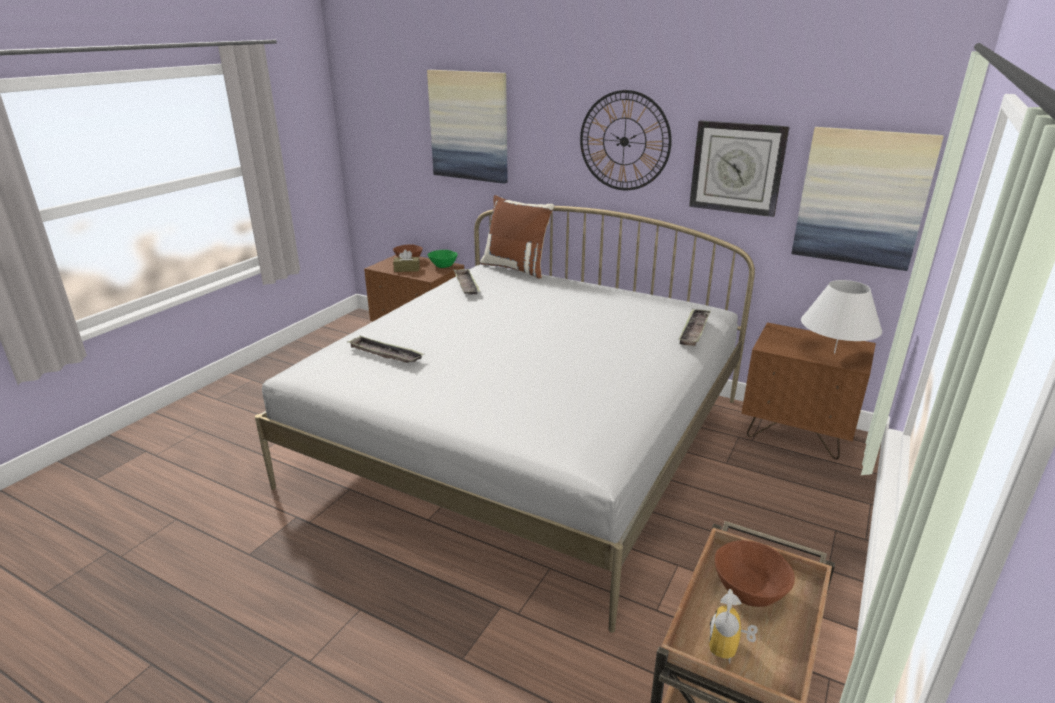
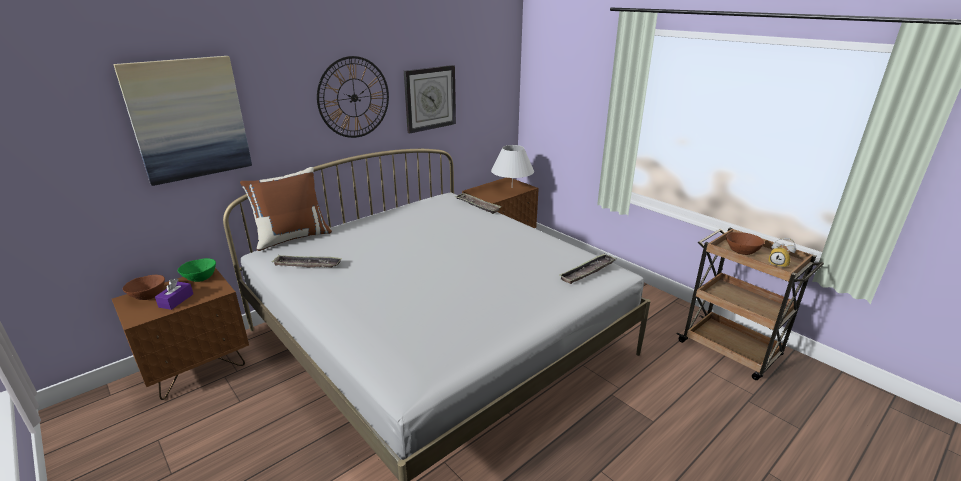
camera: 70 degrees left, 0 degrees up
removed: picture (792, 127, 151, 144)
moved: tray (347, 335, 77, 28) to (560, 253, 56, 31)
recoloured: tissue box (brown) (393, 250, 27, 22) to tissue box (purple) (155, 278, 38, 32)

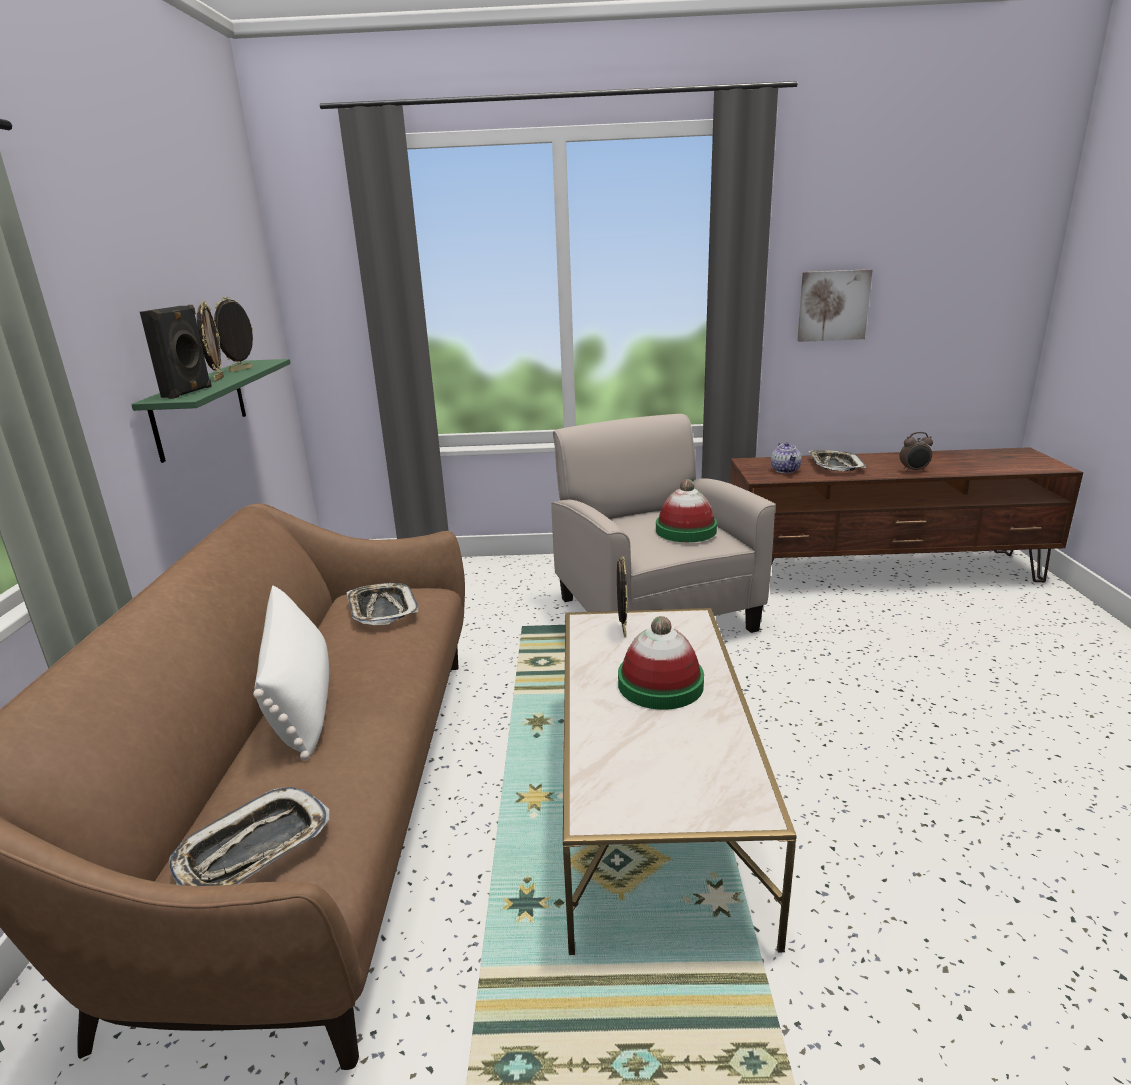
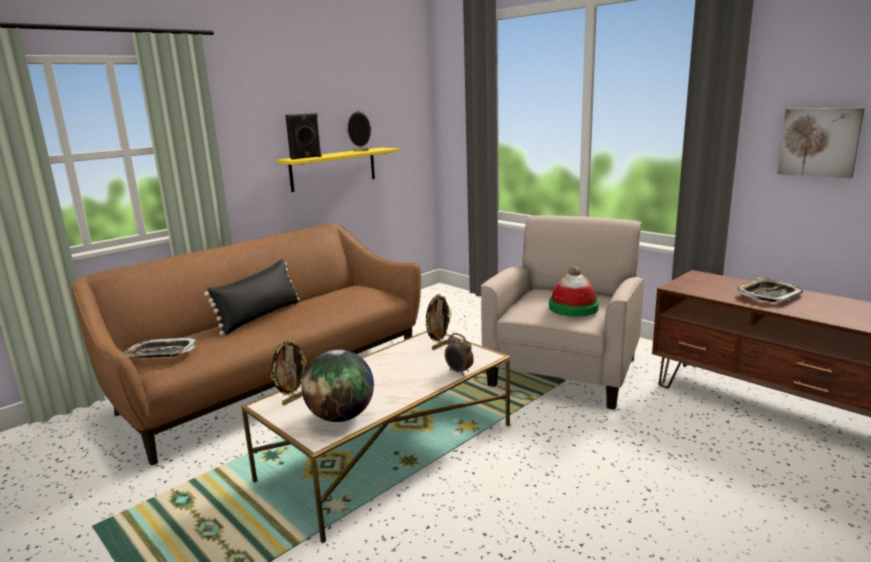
camera: 45 degrees right, 5 degrees down
removed: tray (346, 583, 72, 42); hat (618, 616, 86, 94); teapot (771, 442, 31, 31)
added: globe (301, 349, 73, 73)
moved: picture frame (197, 301, 27, 81) to (271, 339, 36, 67); alarm clock (900, 432, 33, 40) to (445, 333, 29, 43)
recoloured: shelf (green) (131, 359, 160, 104) to shelf (yellow) (277, 147, 122, 45); pillow (white) (253, 586, 76, 174) to pillow (black) (204, 259, 96, 77)

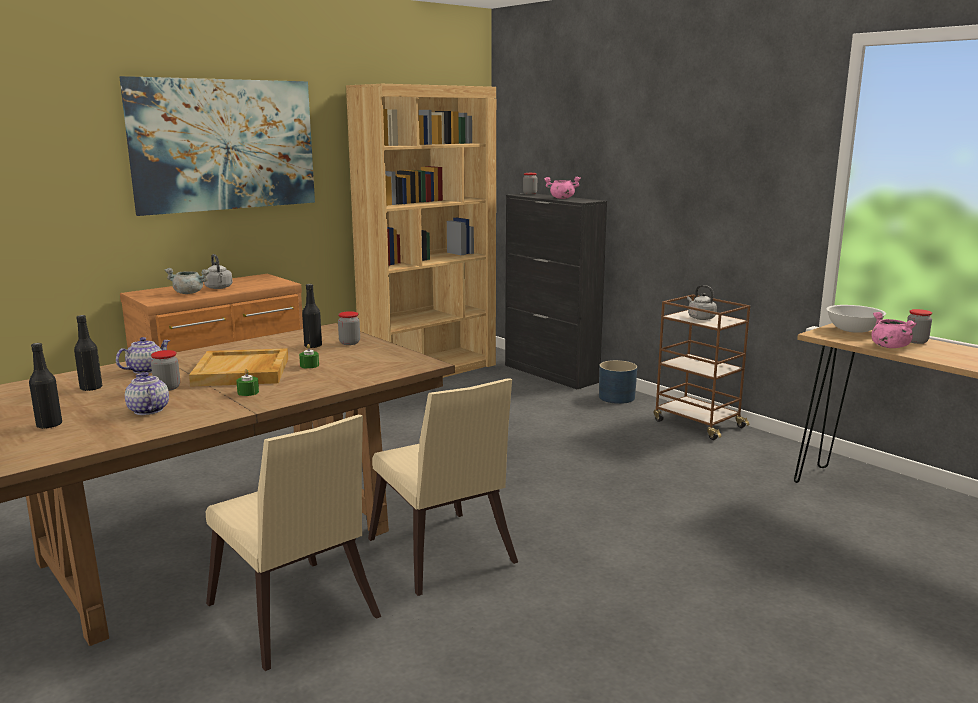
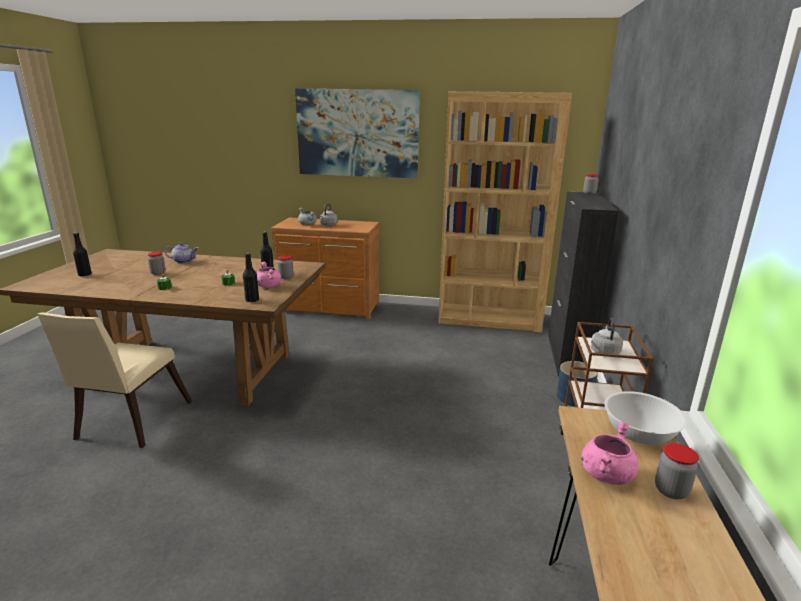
camera: 50 degrees right, 5 degrees up
removed: teapot (125, 372, 44, 43); tray (beige) (189, 348, 99, 39); chair (beige) (368, 378, 150, 218)
moved: bottle (black) (74, 315, 28, 76) to (243, 253, 16, 49); cooking pot (pink) (544, 177, 37, 22) to (257, 262, 24, 26)

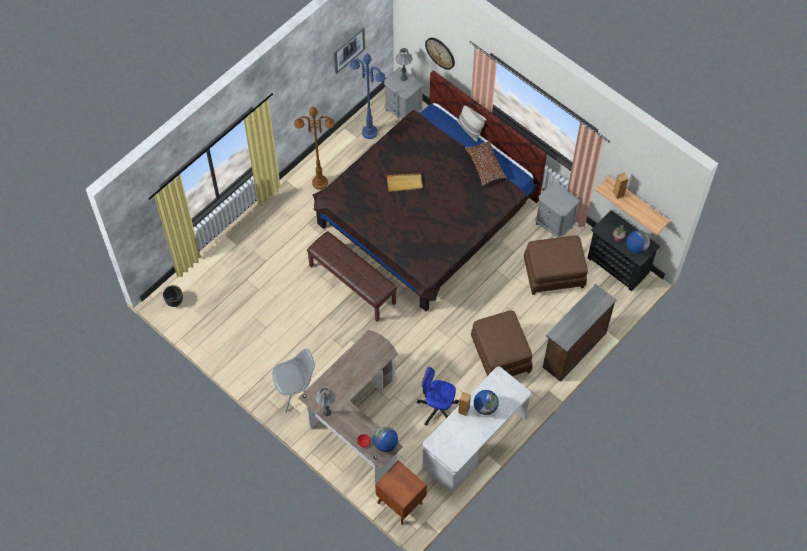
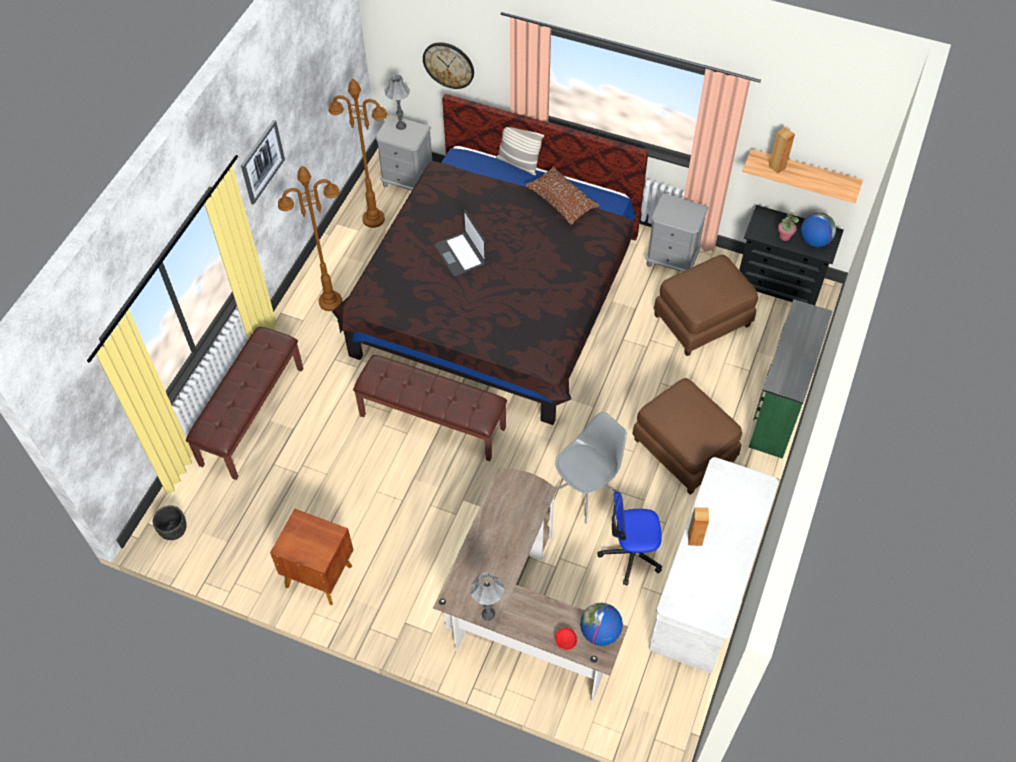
camera: 20 degrees left, 5 degrees down
removed: globe (474, 390, 25, 25)
added: bench (brown) (186, 327, 117, 153)
moved: chair (grey) (272, 349, 43, 63) to (555, 412, 72, 111); picture (334, 27, 31, 47) to (241, 120, 44, 85); nightstand (brown) (375, 460, 52, 65) to (270, 509, 83, 96)
replaced: tray (beige) (387, 173, 36, 19) to laptop (434, 210, 53, 67)
recoloured: floor lamp (blue) (350, 54, 36, 85) to floor lamp (brown) (328, 79, 59, 149); dresser (brown) (543, 284, 73, 98) to dresser (green) (749, 299, 84, 160)

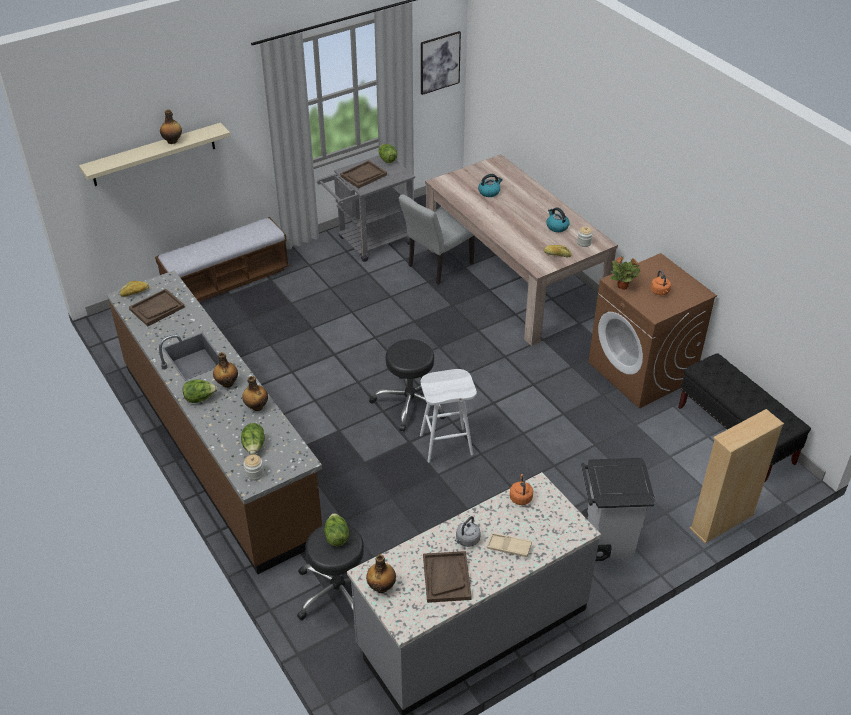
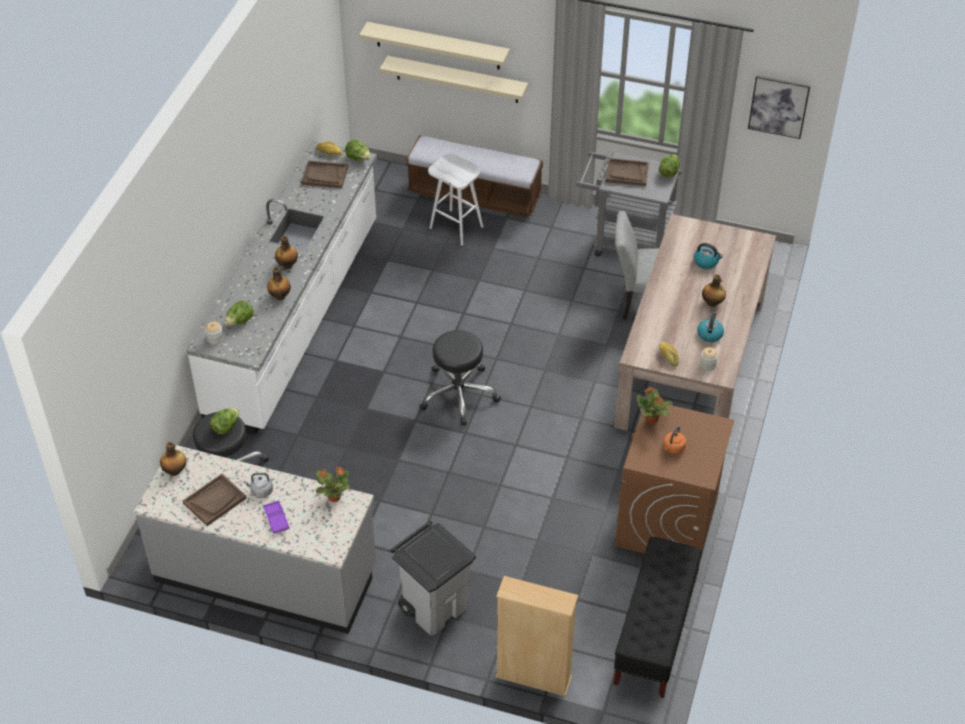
camera: 50 degrees right, 5 degrees up
added: shelf (beige) (380, 56, 148, 47)
moved: bottle (160, 109, 22, 35) to (702, 274, 24, 33); lettuce (183, 379, 35, 24) to (345, 139, 26, 22); stool (white) (420, 369, 57, 94) to (428, 154, 55, 91)
replaced: kettle (orange) (510, 474, 23, 31) to potted plant (316, 467, 34, 35)
recoloured: counter (brown) (107, 270, 215, 304) to counter (white) (186, 141, 191, 294); tray (beige) (487, 533, 45, 24) to tray (purple) (263, 500, 27, 34)

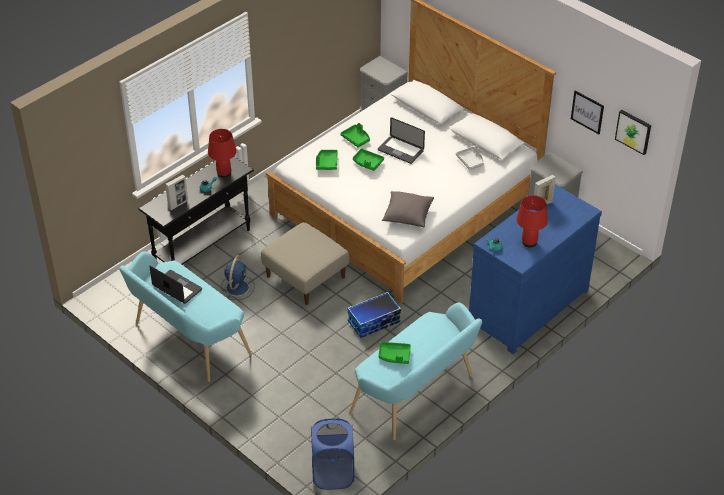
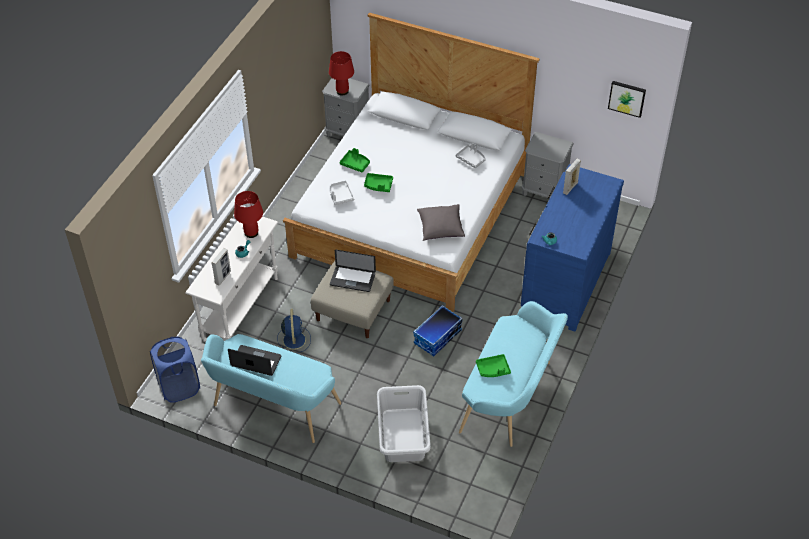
camera: 20 degrees left, 5 degrees up
removed: picture (571, 91, 33, 43)
added: laundry basket (grey) (377, 385, 54, 77)
moved: laundry basket (blue) (311, 418, 43, 72) to (150, 337, 50, 66); laptop (378, 117, 47, 47) to (330, 250, 46, 42); table lamp (red) (516, 195, 32, 52) to (329, 51, 25, 44)
recoloured: console table (black) (138, 157, 116, 108) to console table (white) (185, 216, 93, 124); tray (green) (316, 150, 22, 20) to tray (white) (330, 180, 24, 25)

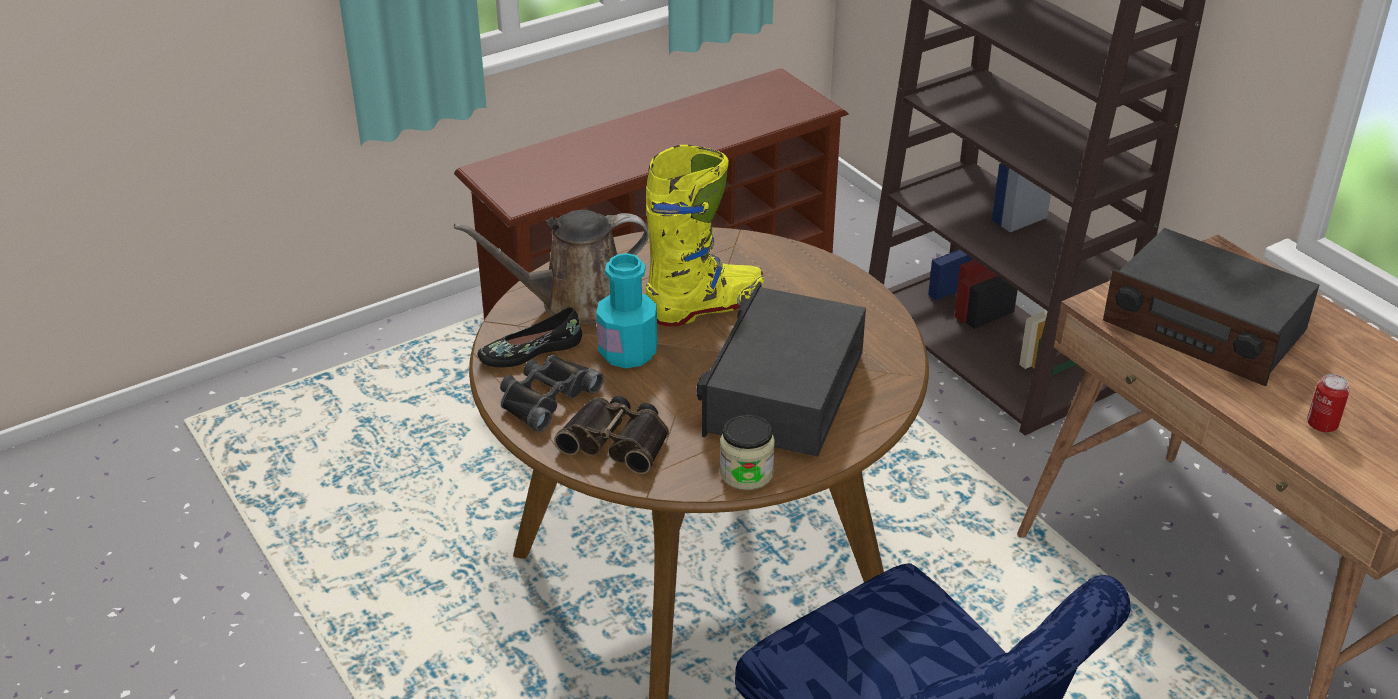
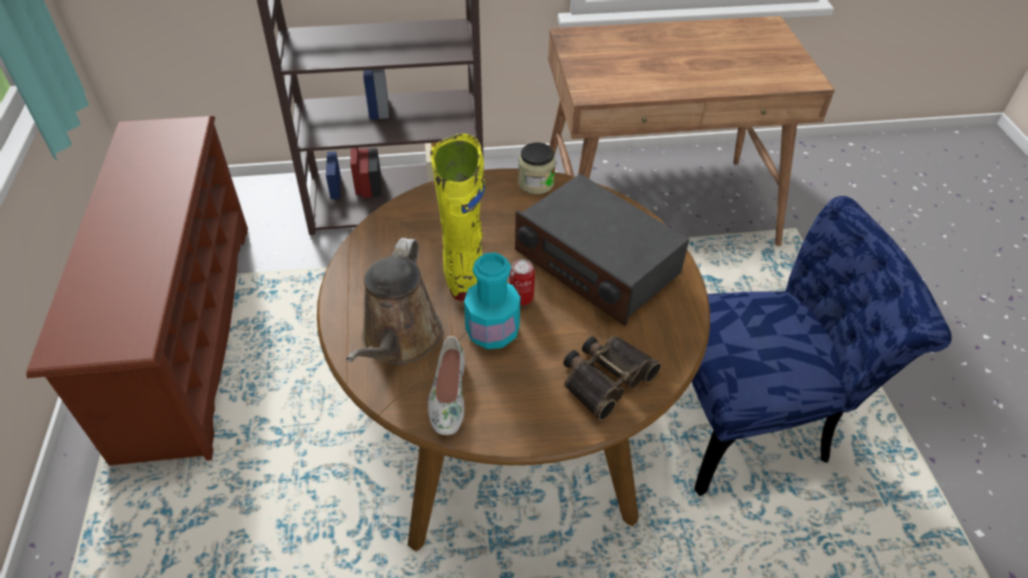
camera: 65 degrees left, 10 degrees up
removed: binoculars (black) (500, 355, 104, 77); radio (1103, 228, 216, 158)
moved: jar (720, 415, 55, 75) to (518, 143, 38, 51); can (1307, 374, 42, 58) to (509, 259, 26, 46)
recoloured: shoe (black) (478, 307, 104, 60) to shoe (white) (428, 336, 37, 99)

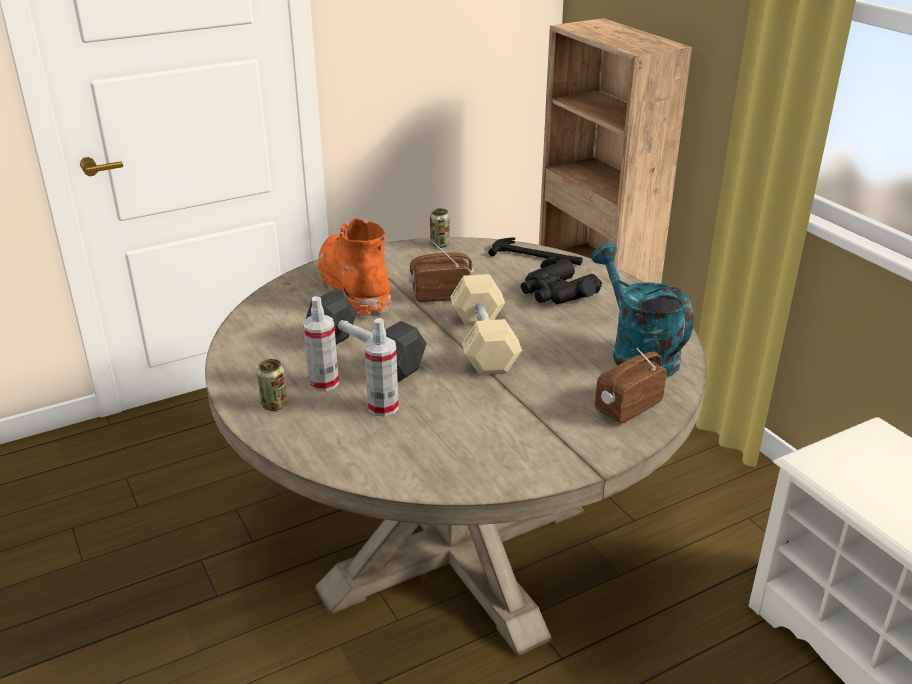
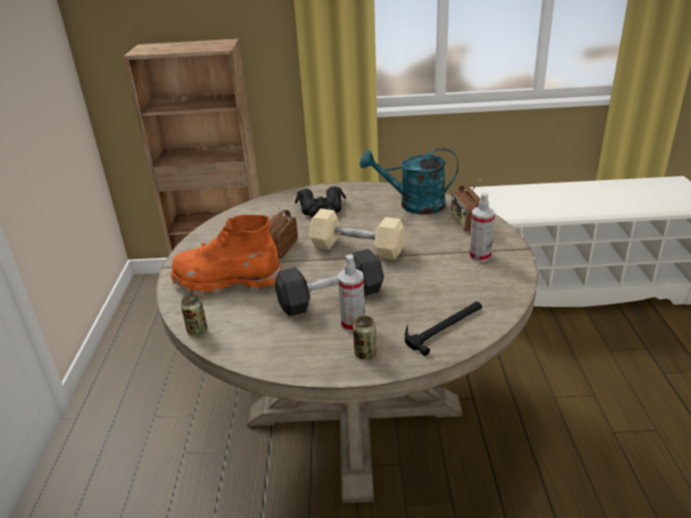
camera: 60 degrees left, 0 degrees up
moved: spray bottle (364, 318, 35, 99) to (469, 193, 26, 69); can (430, 208, 20, 40) to (181, 295, 26, 41); hammer (488, 237, 95, 28) to (405, 301, 77, 55)

